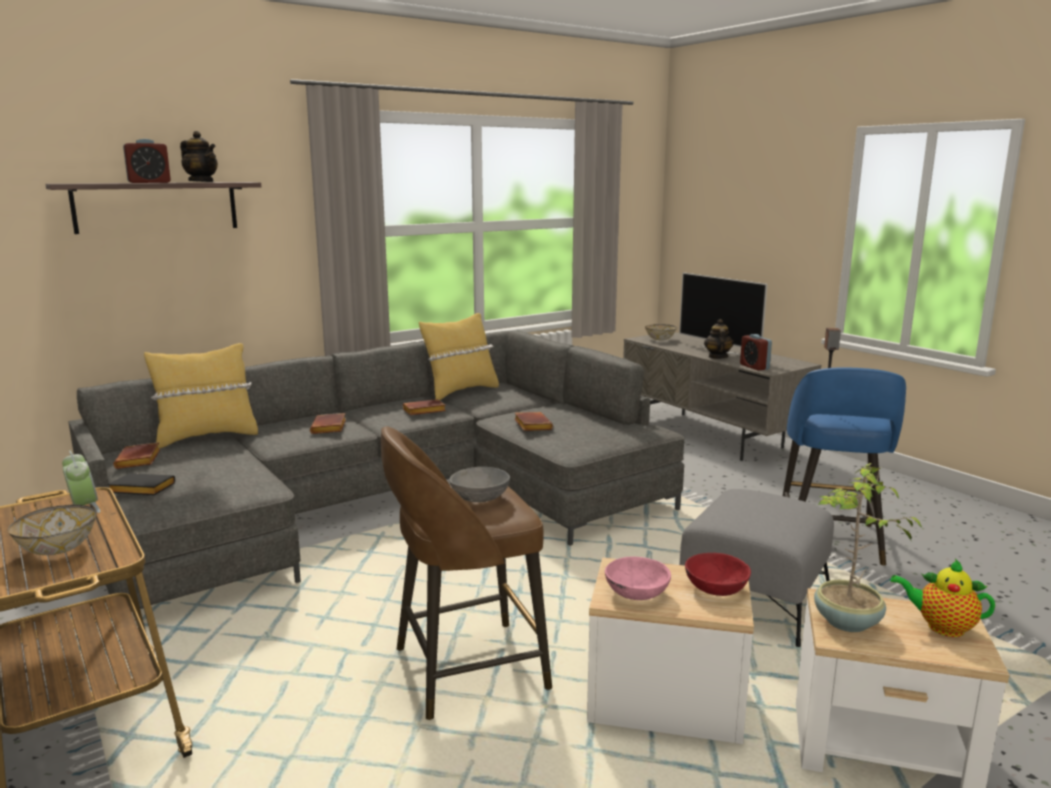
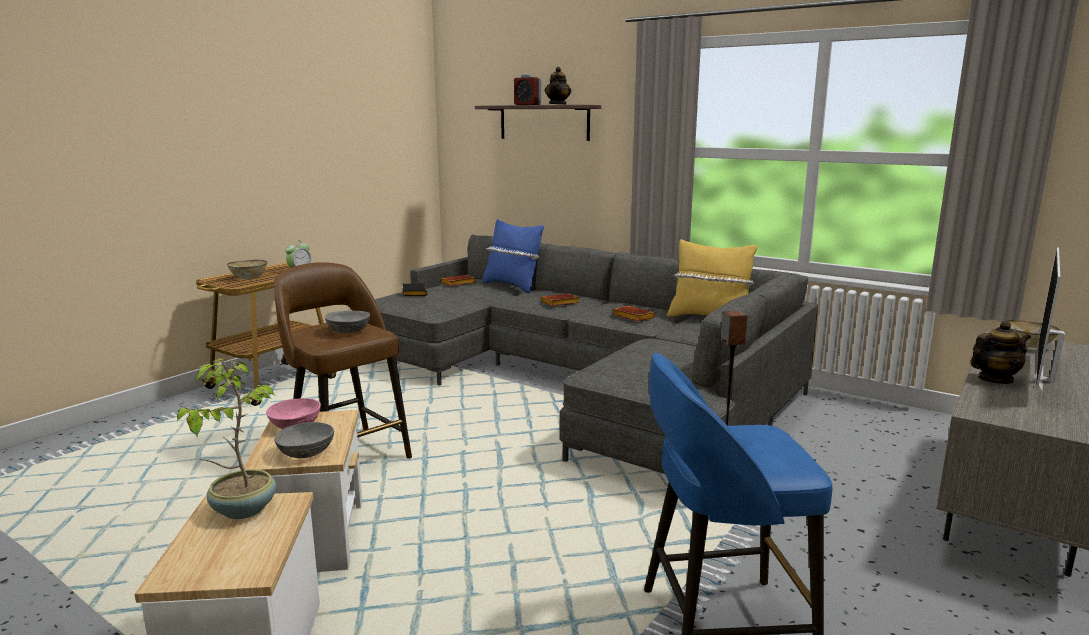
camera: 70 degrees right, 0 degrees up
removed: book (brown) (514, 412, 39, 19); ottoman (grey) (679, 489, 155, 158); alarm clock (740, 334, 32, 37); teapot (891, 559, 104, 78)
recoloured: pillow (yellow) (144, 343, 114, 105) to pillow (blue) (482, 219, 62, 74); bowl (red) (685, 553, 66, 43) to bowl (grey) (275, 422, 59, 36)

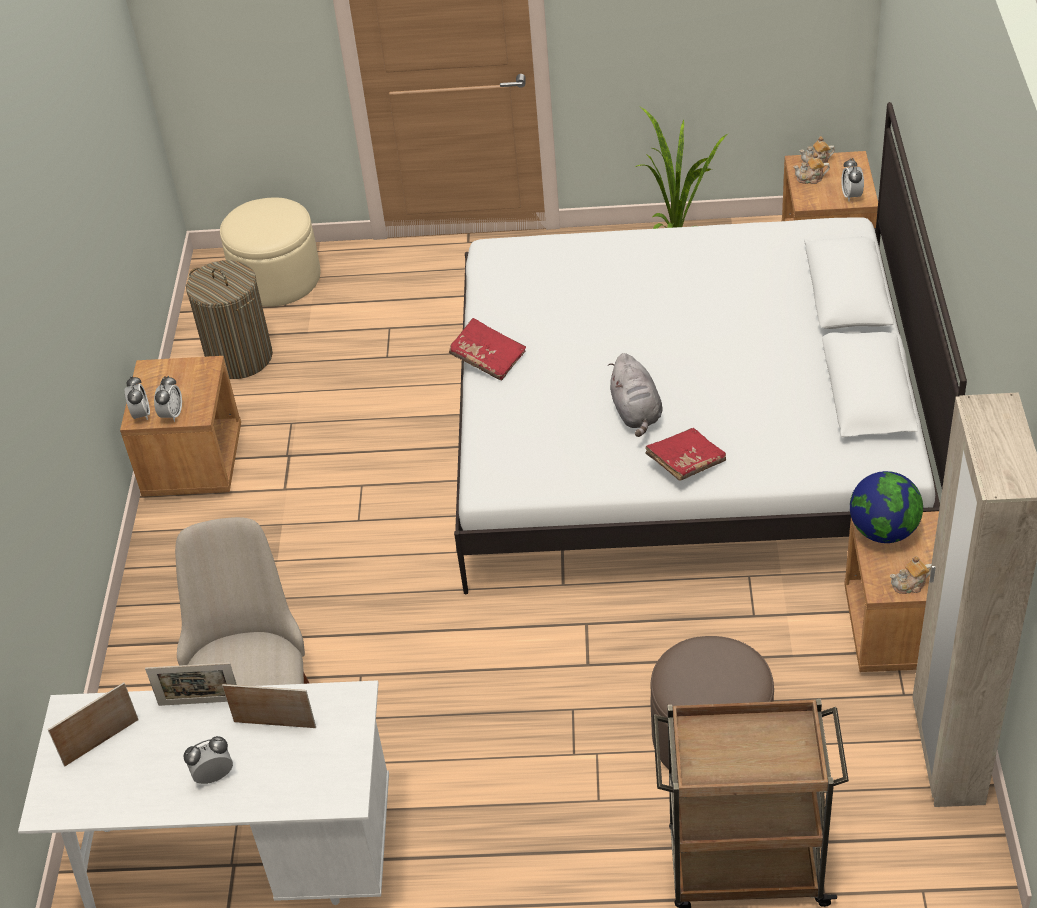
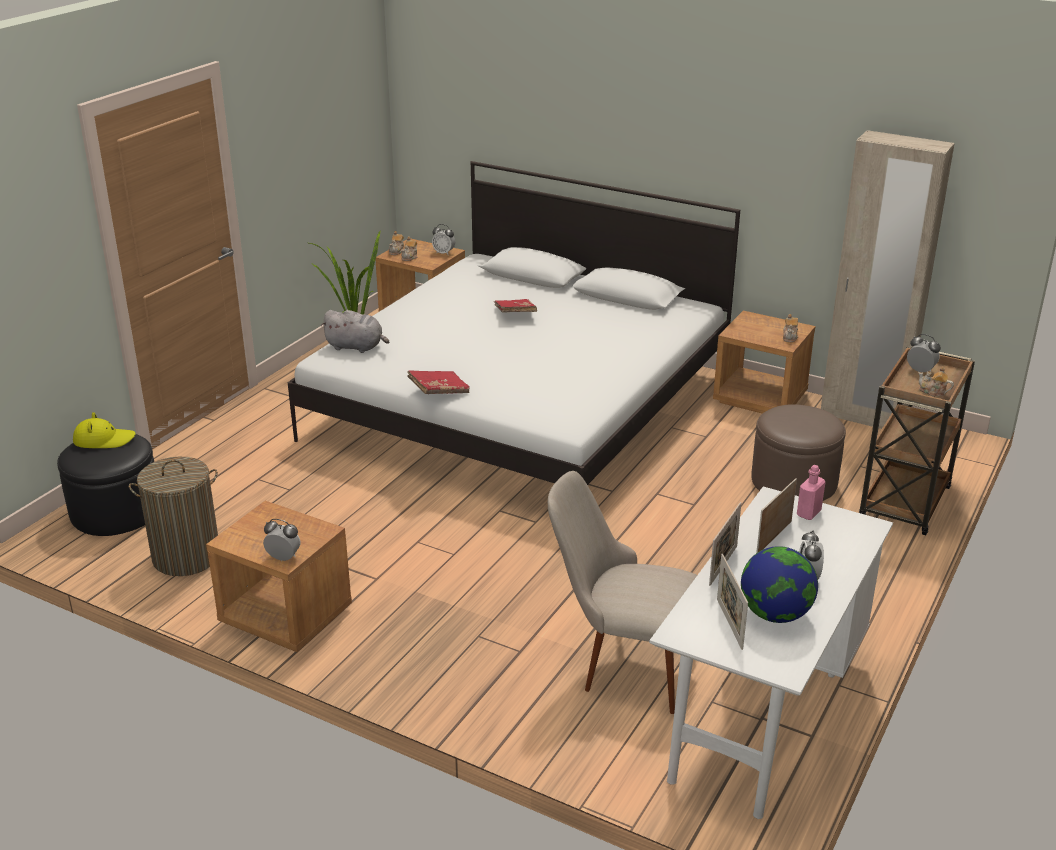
camera: 65 degrees left, 15 degrees down
added: hat (yellow) (73, 412, 62, 36); bottle (pink) (797, 465, 28, 55); teapot (918, 366, 36, 31)
moved: alarm clock (154, 376, 28, 46) to (907, 334, 34, 38); plush toy (grey) (608, 353, 55, 84) to (321, 310, 68, 43); book (red) (645, 428, 81, 53) to (494, 299, 43, 14); globe (850, 471, 73, 72) to (741, 546, 77, 77)
recoloured: ottoman (beige) (220, 198, 100, 109) to ottoman (black) (57, 434, 97, 102)

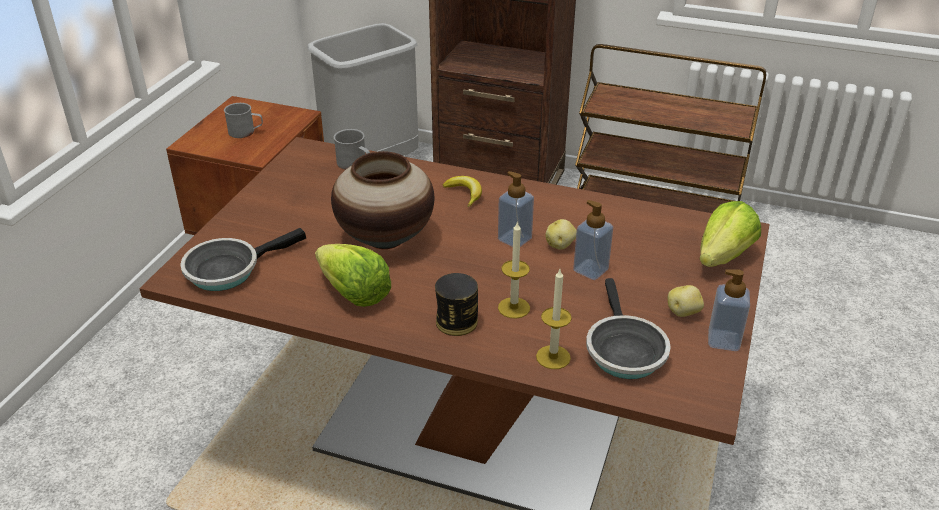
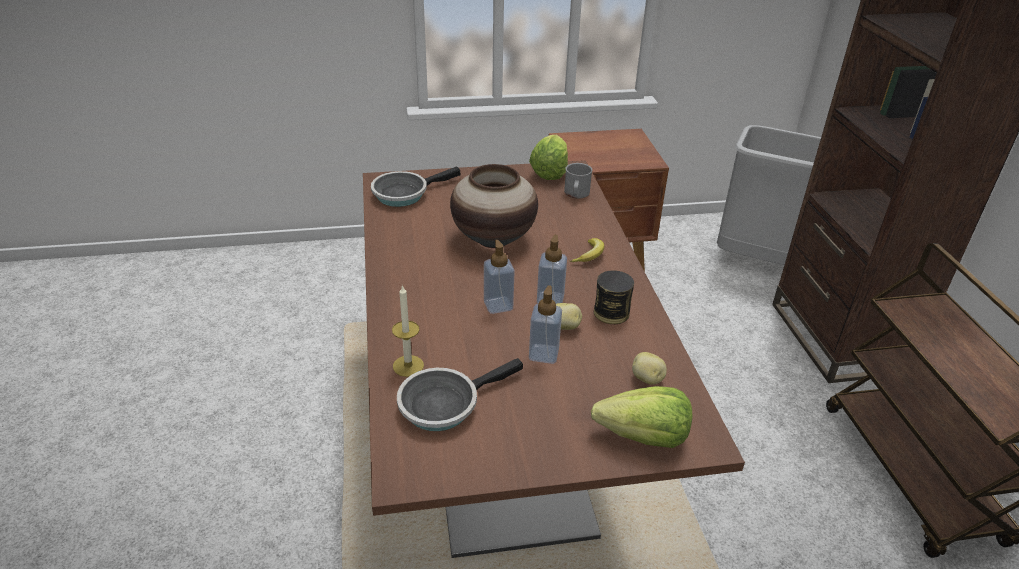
camera: 60 degrees right, 0 degrees up
removed: mug (grey) (224, 103, 39, 35); candle (498, 221, 32, 98)
moved: lettuce (315, 244, 76, 63) to (529, 135, 39, 45); can (435, 273, 43, 63) to (594, 270, 40, 54); potato (668, 285, 36, 32) to (632, 352, 35, 33); soap dispenser (708, 269, 42, 82) to (484, 240, 31, 74)
turned: frying pan (180, 228, 126, 63) = (371, 166, 89, 41) 60 degrees counterclockwise

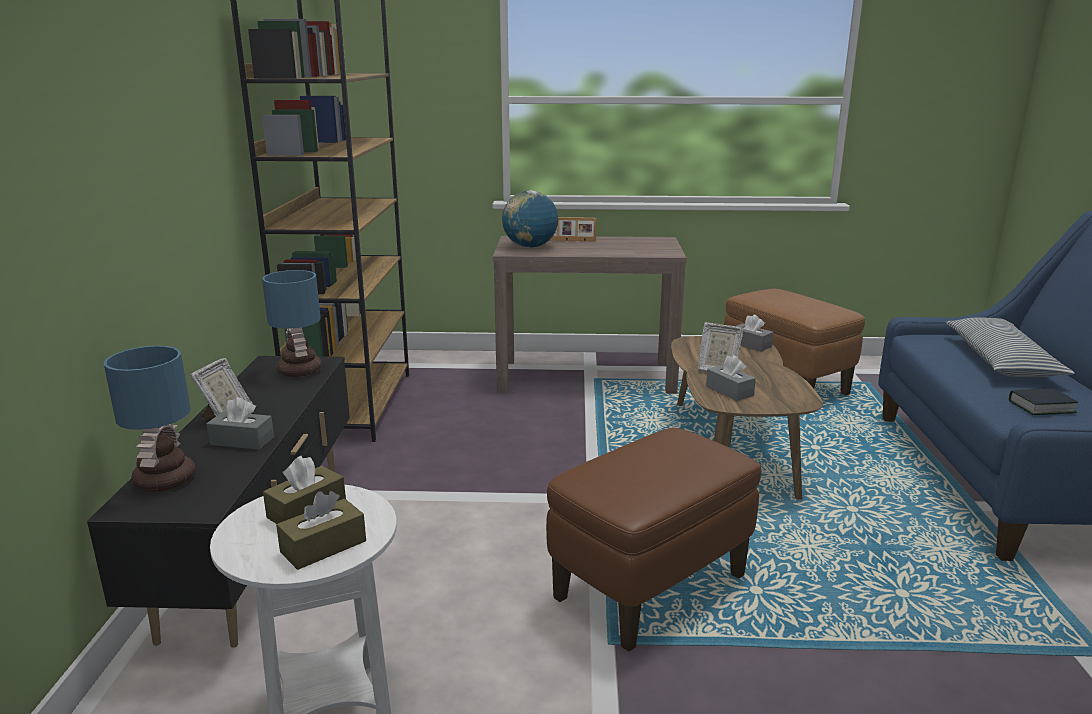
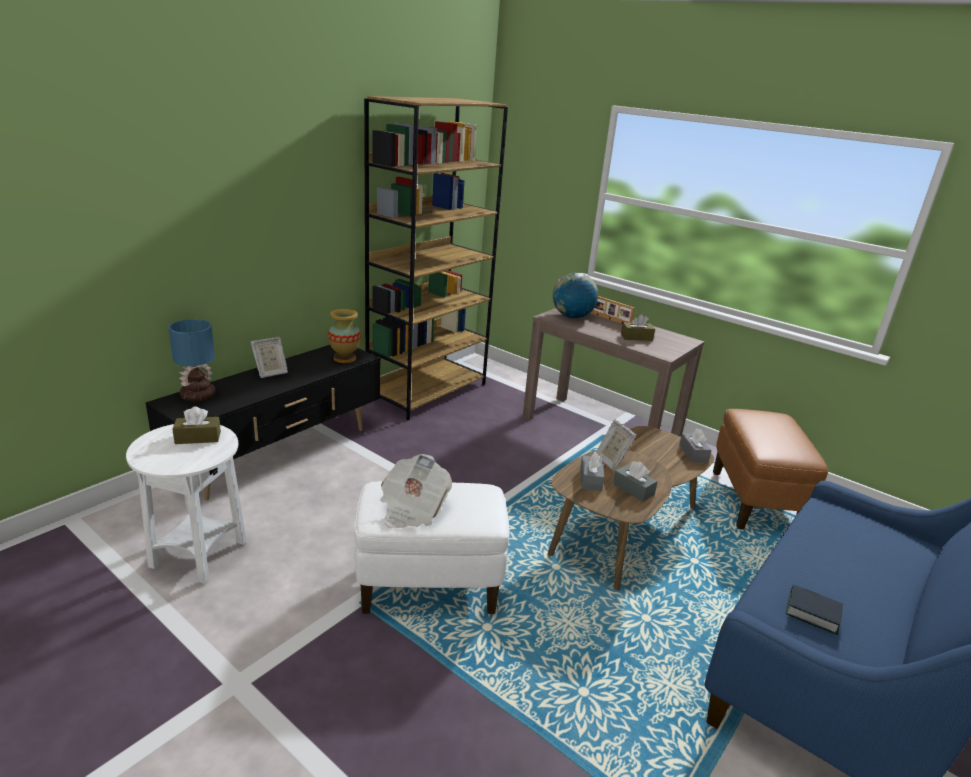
camera: 35 degrees right, 5 degrees up
removed: pillow (945, 317, 130, 60)
added: newspaper (380, 454, 72, 74)
moved: tissue box (grey) (206, 397, 68, 53) to (613, 461, 45, 41); tissue box (brown) (276, 491, 90, 79) to (621, 314, 34, 27)
replaced: table lamp (262, 270, 60, 107) to vase (328, 309, 33, 54)
recoloured: ottoman (brown) (546, 428, 216, 224) to ottoman (white) (355, 481, 154, 133)

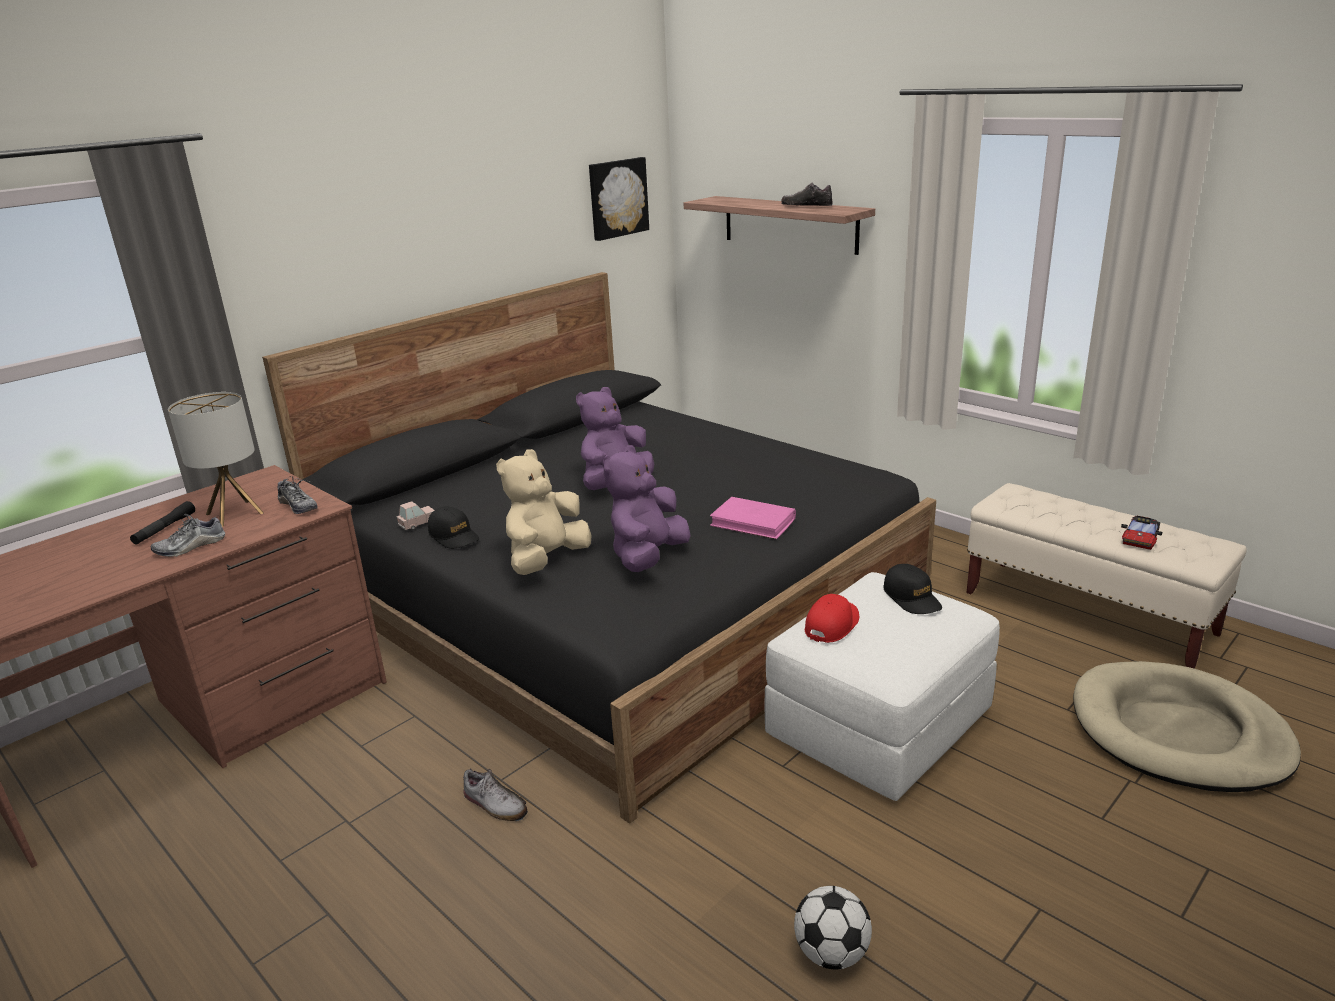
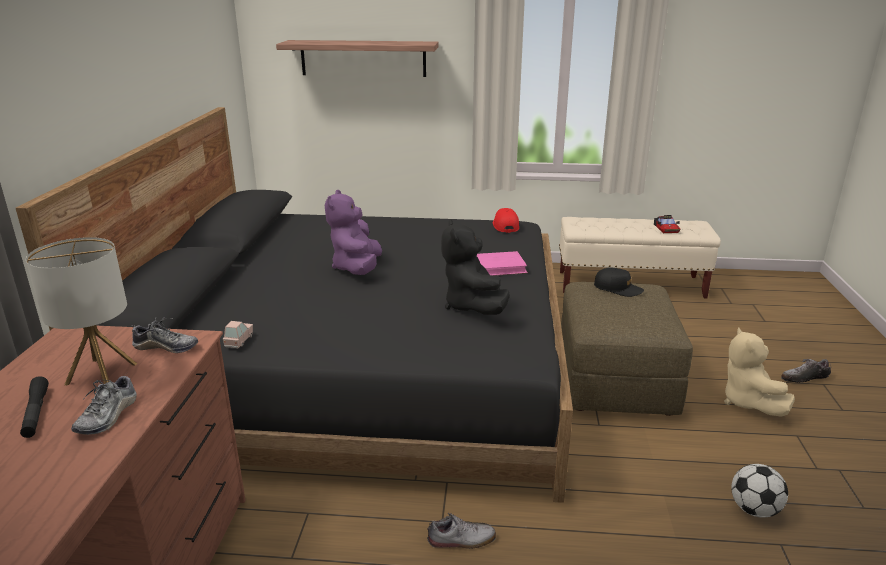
camera: 40 degrees left, 0 degrees up
removed: cap (black) (428, 506, 51, 43); picture (589, 157, 60, 84); dog bed (beige) (1073, 661, 228, 131)
moved: plush toy (beige) (496, 449, 95, 126) to (724, 327, 71, 90); shoe (781, 182, 52, 24) to (781, 359, 50, 24); cap (red) (805, 594, 54, 49) to (493, 208, 26, 25)
recoloured: plush toy (purple) (603, 445, 88, 127) to plush toy (black) (441, 219, 69, 96); ottoman (white) (765, 572, 235, 229) to ottoman (brown) (561, 282, 132, 134)

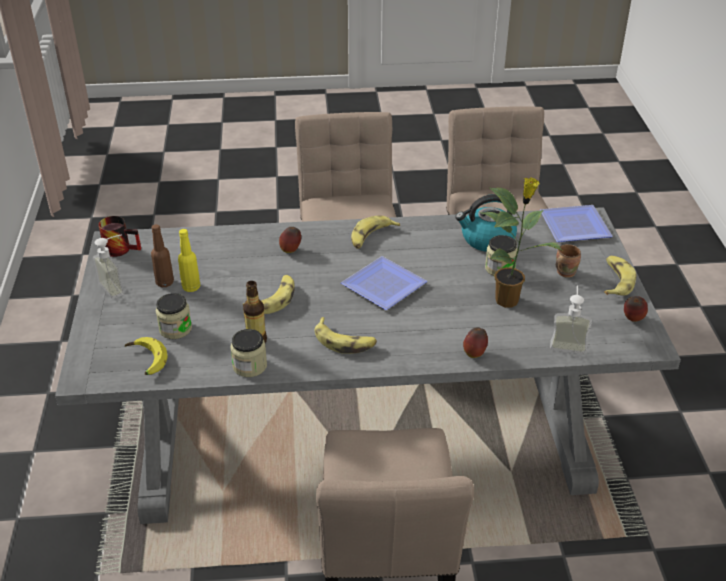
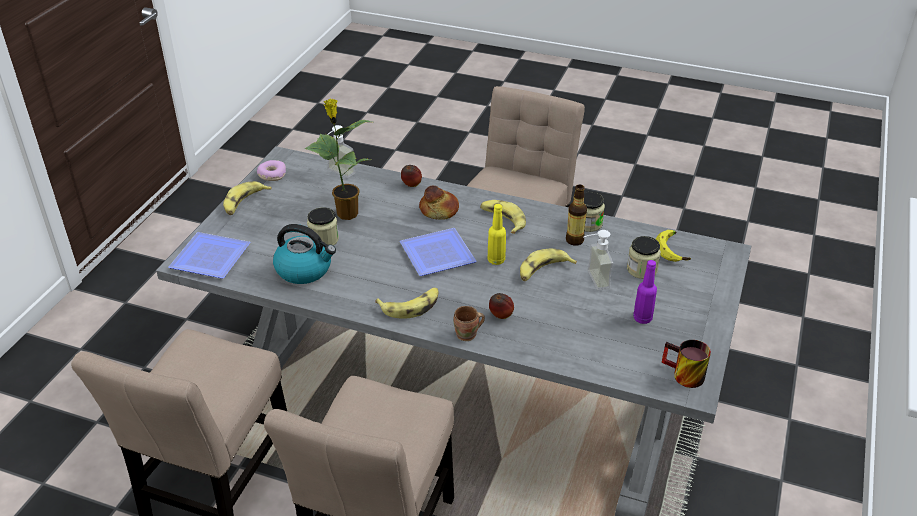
camera: 155 degrees left, 0 degrees up
added: bread (419, 186, 40, 34)
moved: soap dispenser (93, 235, 31, 64) to (583, 230, 30, 60); bottle (yellow) (178, 229, 22, 63) to (487, 204, 19, 61); mug (brown) (556, 244, 25, 34) to (453, 306, 32, 35)
replaced: apple (624, 296, 24, 26) to donut (257, 160, 29, 21)
recoloured: bottle (brown) (151, 224, 23, 63) to bottle (purple) (633, 260, 24, 64)

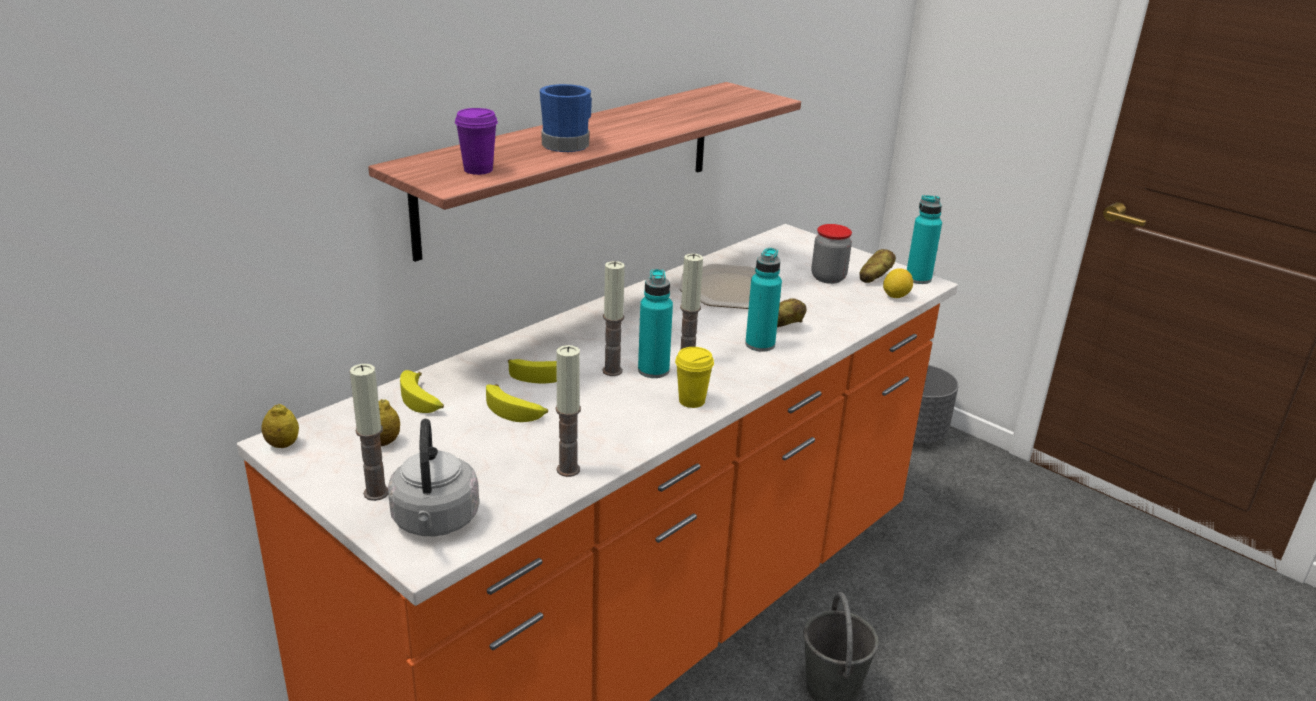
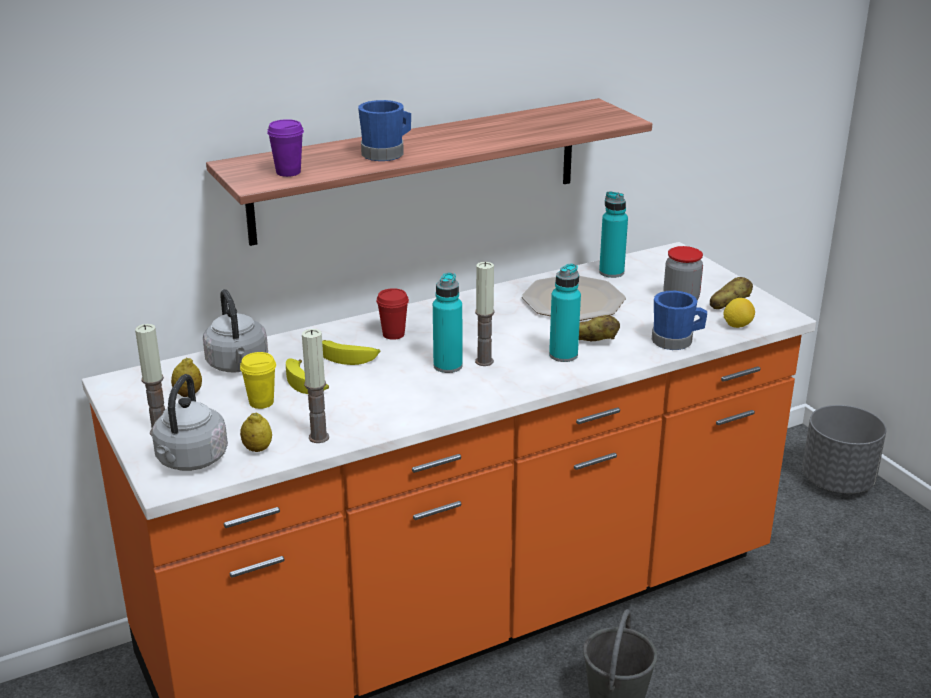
camera: 20 degrees right, 0 degrees up
removed: candle (603, 261, 22, 115)
added: cup (red) (376, 288, 33, 52); mug (blue) (652, 291, 55, 59)
moved: lemon (261, 404, 38, 44) to (240, 413, 32, 39); cup (yellow) (675, 347, 39, 61) to (240, 352, 36, 57); bottle (turquoise) (907, 195, 35, 89) to (599, 192, 29, 86)
replaced: banana (400, 370, 44, 43) to kettle (grey) (203, 289, 65, 83)

